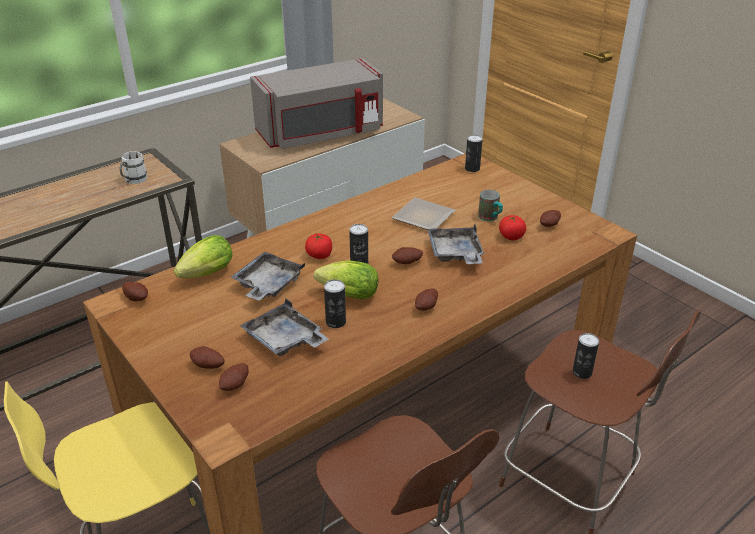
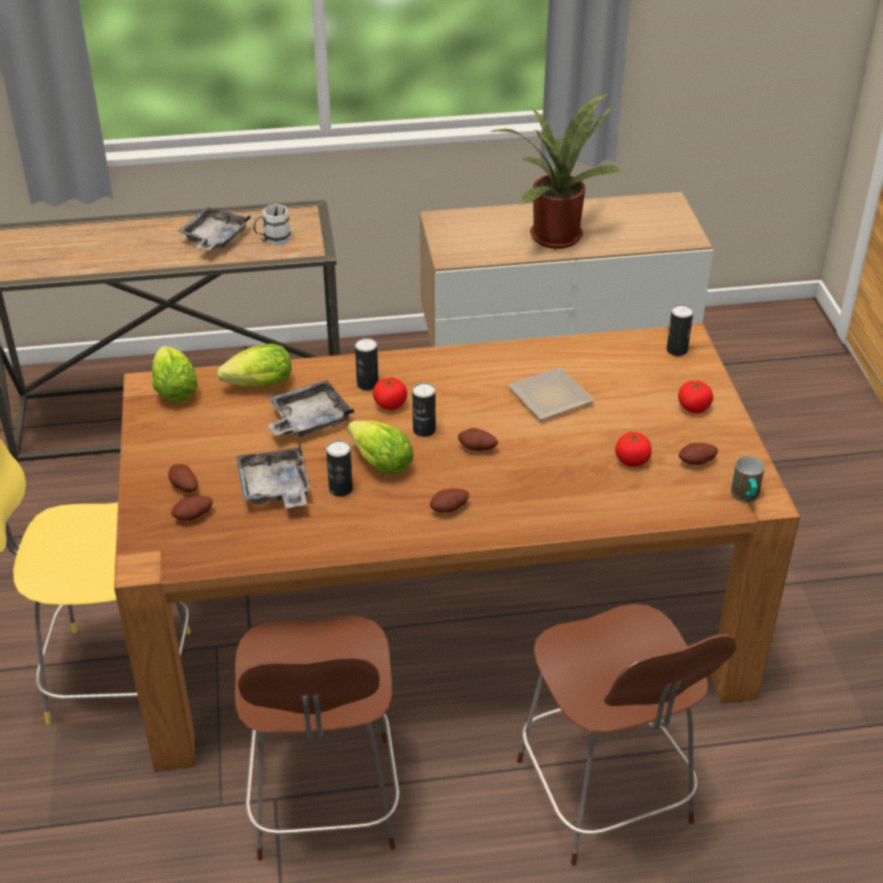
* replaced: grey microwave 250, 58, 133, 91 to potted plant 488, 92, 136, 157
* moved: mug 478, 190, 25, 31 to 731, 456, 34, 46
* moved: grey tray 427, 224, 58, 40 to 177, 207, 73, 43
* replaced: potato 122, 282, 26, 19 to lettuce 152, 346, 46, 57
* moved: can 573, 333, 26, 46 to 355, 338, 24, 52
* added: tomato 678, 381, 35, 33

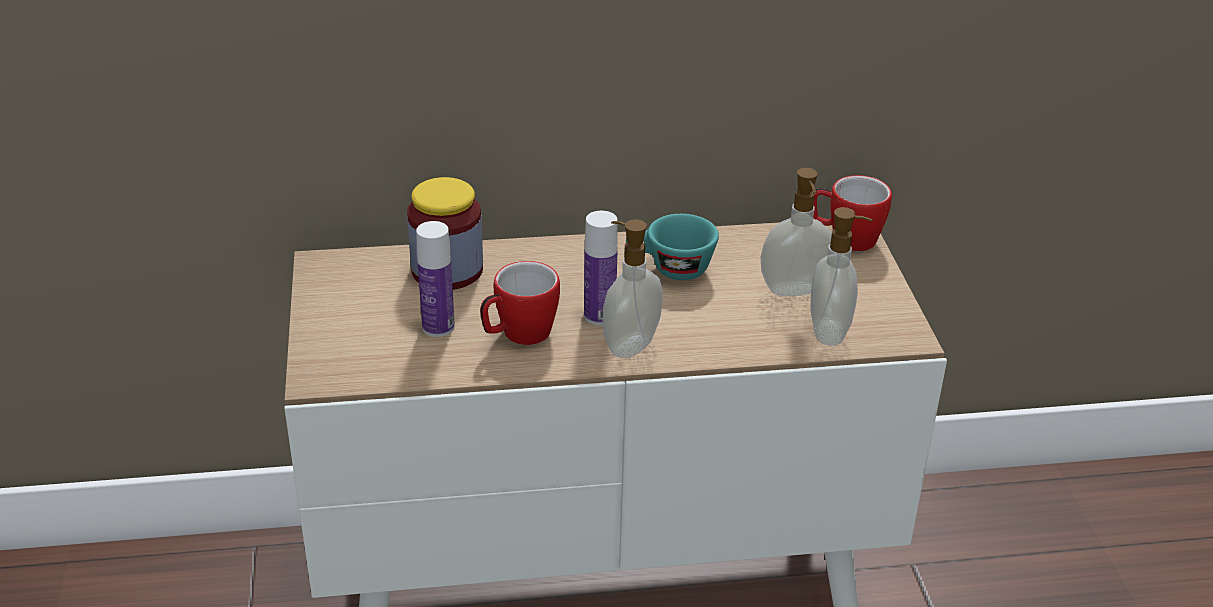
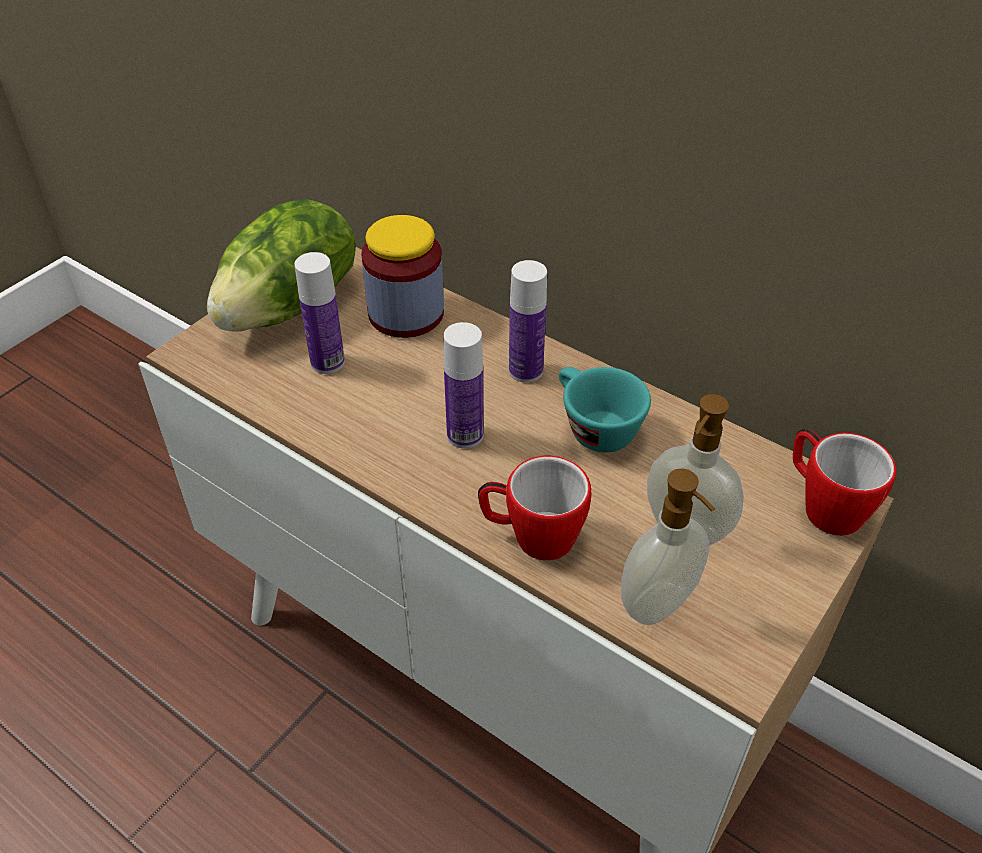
* removed: soap dispenser 602, 219, 61, 139
* moved: mug 480, 261, 80, 84 to 478, 456, 113, 105
* added: lettuce 207, 199, 149, 132
* added: bottle 509, 260, 38, 123

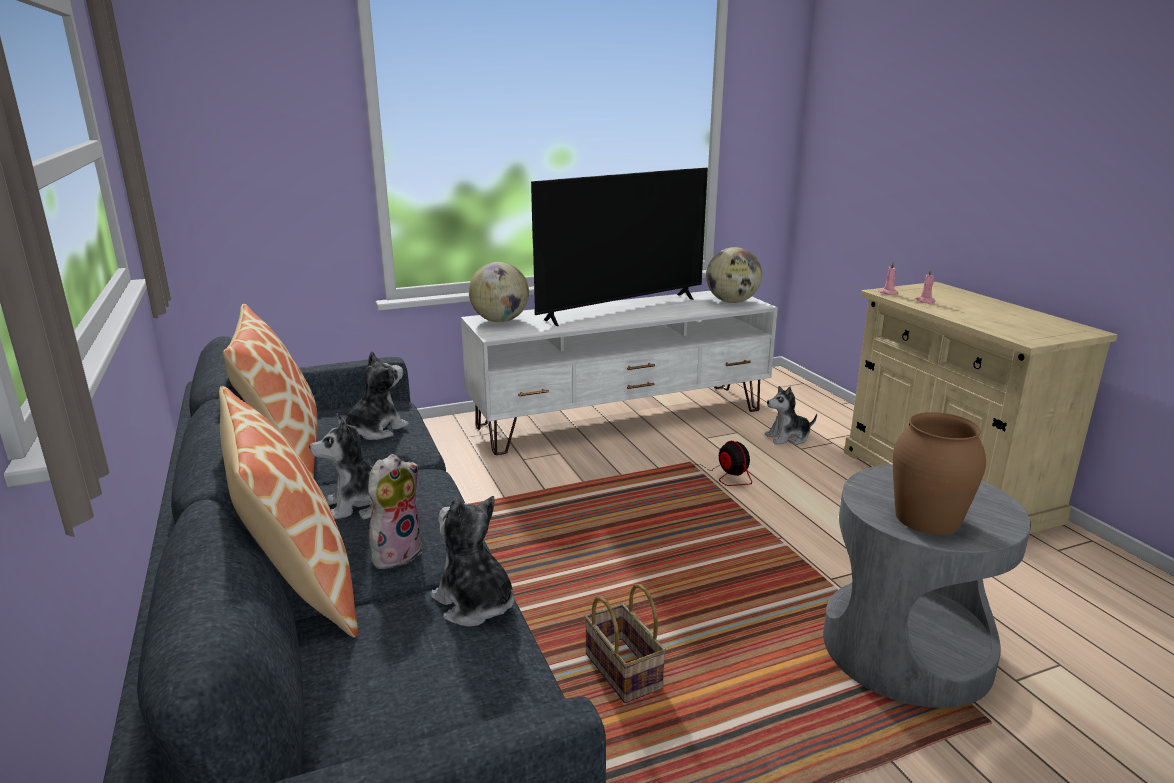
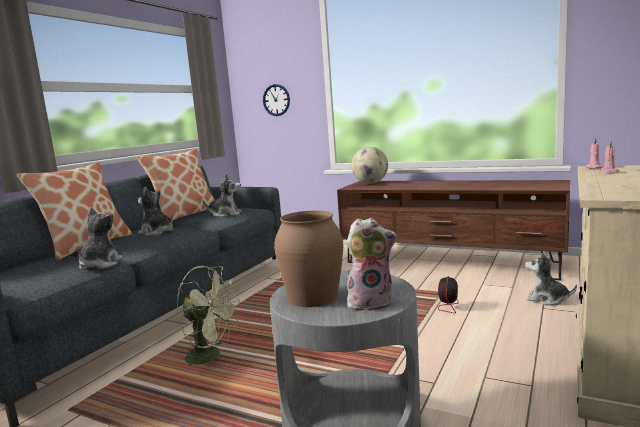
* removed: television 531, 168, 177, 158
* removed: globe 706, 247, 56, 56
* recoloured: white tv stand 461, 291, 317, 164 to brown tv stand 337, 180, 233, 100
* moved: plush toy 368, 454, 54, 115 to 346, 218, 51, 93
* replaced: basket 584, 584, 82, 119 to green fan 177, 266, 63, 100
* added: wall clock 263, 84, 27, 32

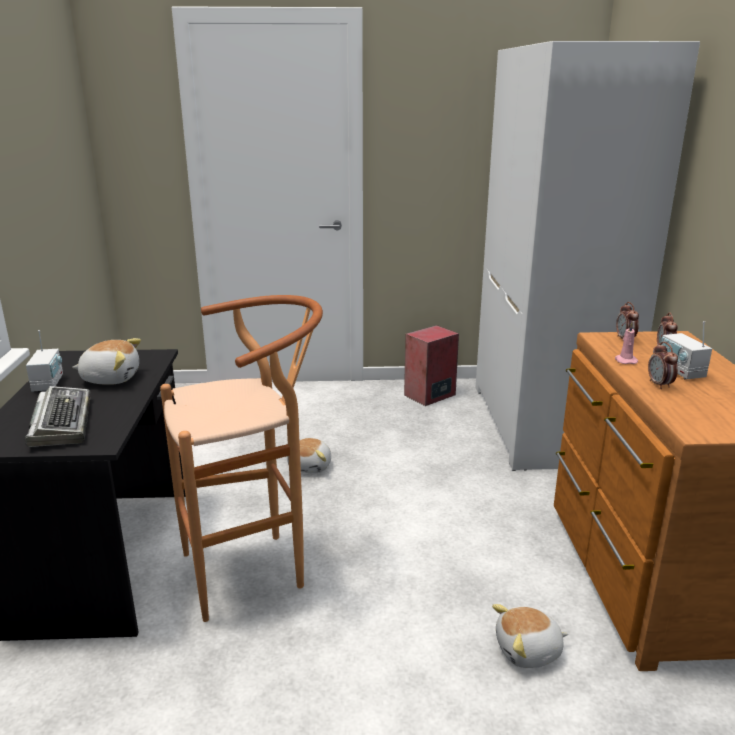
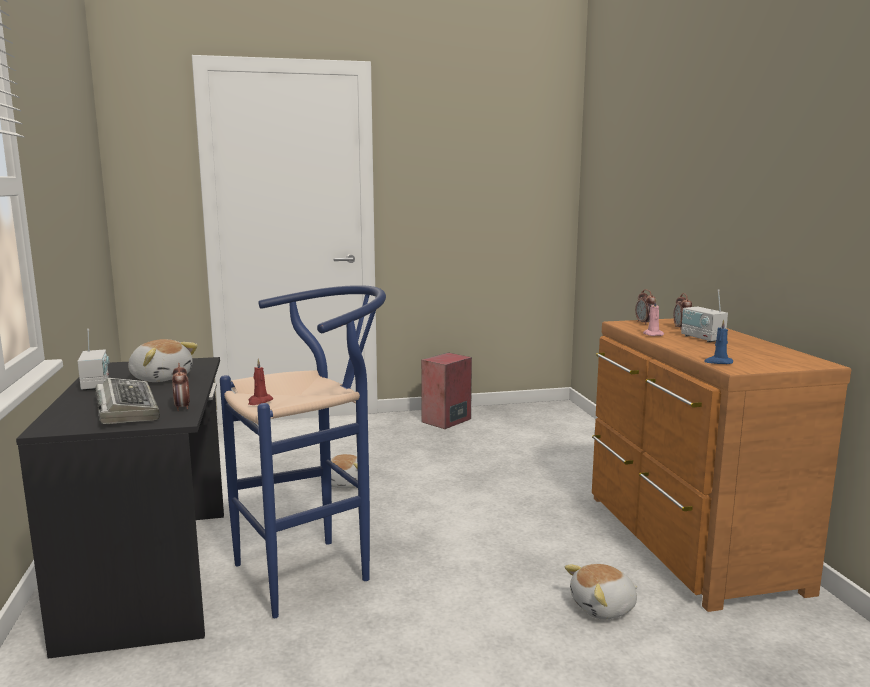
* removed: white wardrobe 476, 41, 224, 430
* recoloured: brown stool 160, 295, 163, 327 to blue stool 220, 285, 166, 333
* turned: plush toy 72, 338, 69, 47 = 128, 339, 70, 43 45 degrees clockwise
* moved: alarm clock 648, 342, 30, 47 to 172, 363, 18, 48
* added: blue candle 704, 319, 29, 45
* added: red candle 249, 359, 24, 46

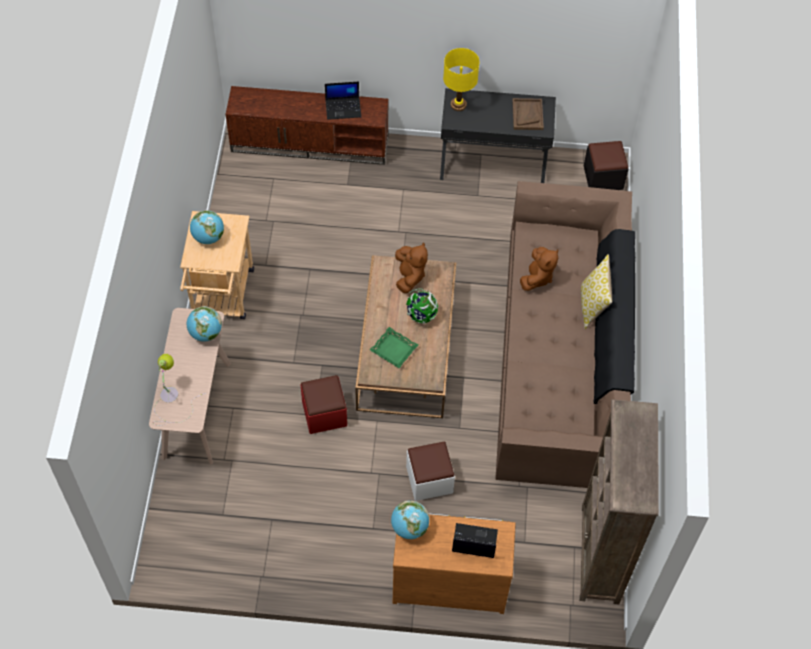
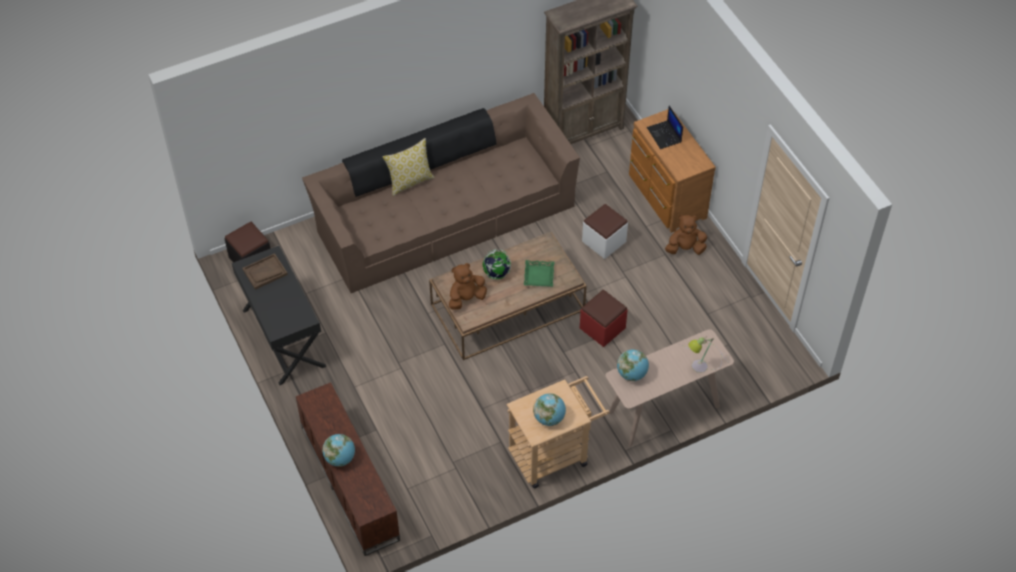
* removed: yellow table lamp 443, 48, 36, 63
* removed: laptop 325, 81, 36, 39
* moved: brown plush toy 520, 247, 38, 44 to 665, 215, 42, 40
* moved: globe 391, 501, 38, 38 to 322, 434, 33, 33

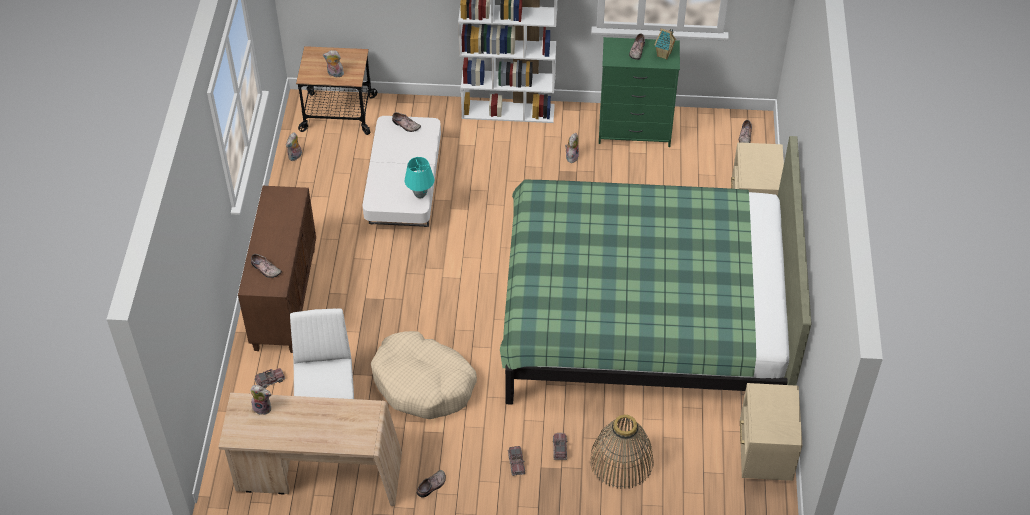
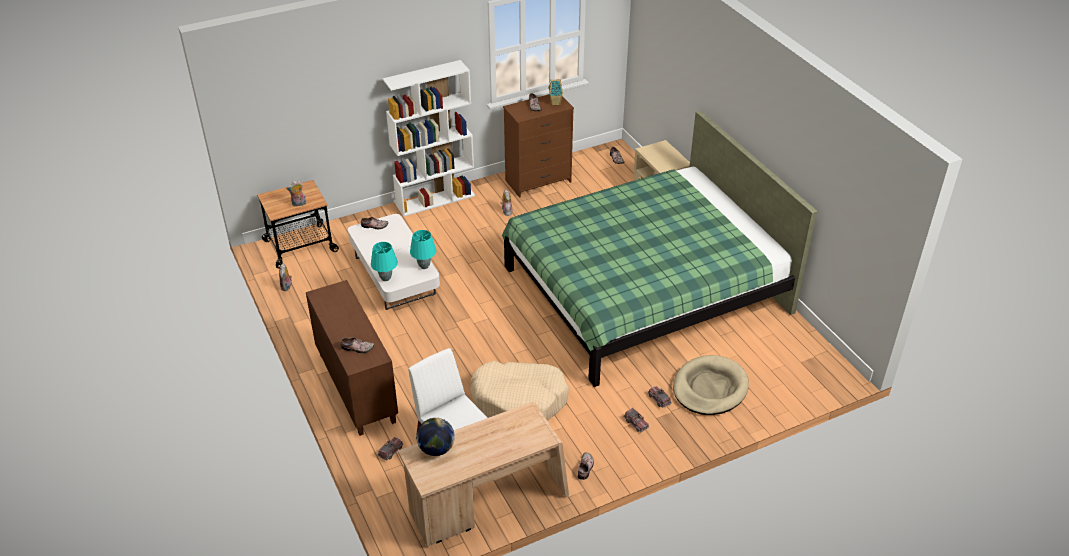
* recoloured: green dresser 599, 37, 81, 110 to brown dresser 503, 94, 71, 104
* removed: beige nightstand 740, 383, 62, 98
* replaced: plush toy 250, 385, 21, 30 to globe 416, 418, 39, 38
* replaced: basket 590, 415, 64, 74 to beige dog bed 673, 355, 76, 60
* added: turquoise table lamp 371, 242, 27, 39

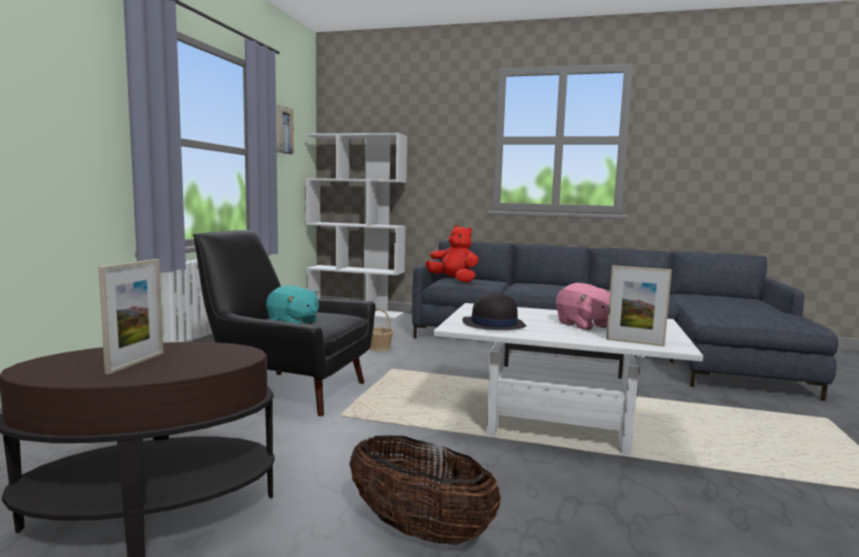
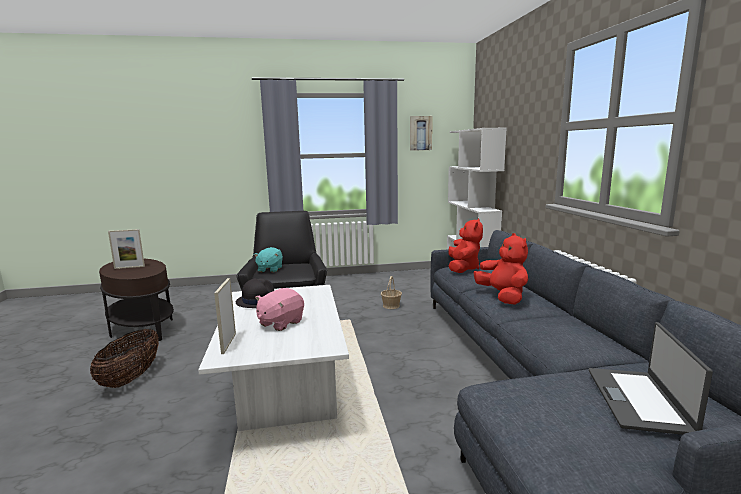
* added: red plush toy 473, 233, 55, 72
* added: laptop 589, 322, 124, 113

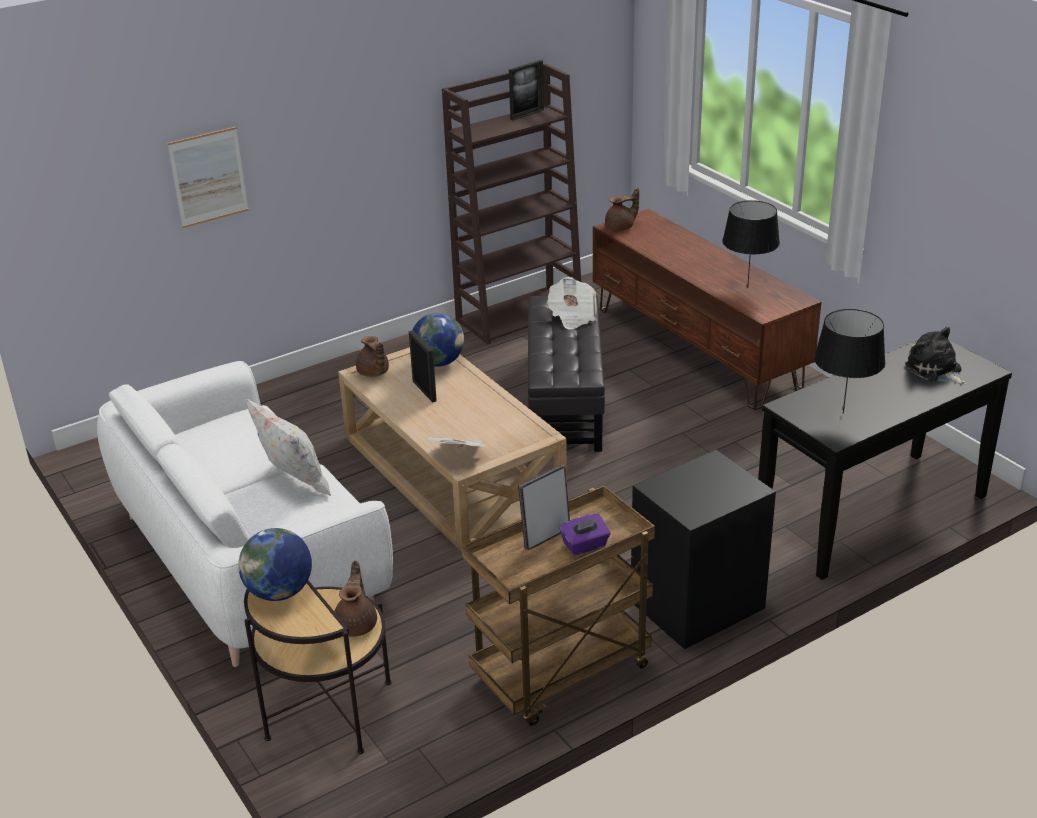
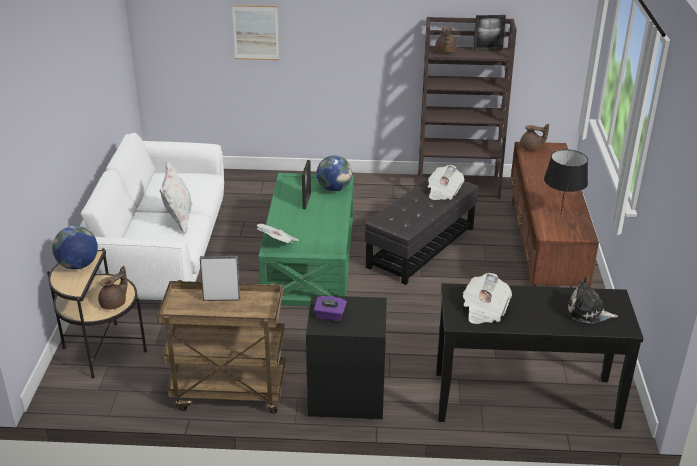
* replaced: black table lamp 814, 309, 72, 105 to newspaper 462, 273, 50, 51
* turned: plush toy 905, 327, 61, 58 = 567, 277, 51, 47 75 degrees counterclockwise
* moved: brown teapot 356, 336, 33, 41 to 435, 27, 21, 26
* recoloured: beige coffee table 338, 347, 229, 205 to green coffee table 258, 173, 96, 133
* moved: purple tissue box 559, 514, 51, 41 to 314, 296, 32, 25

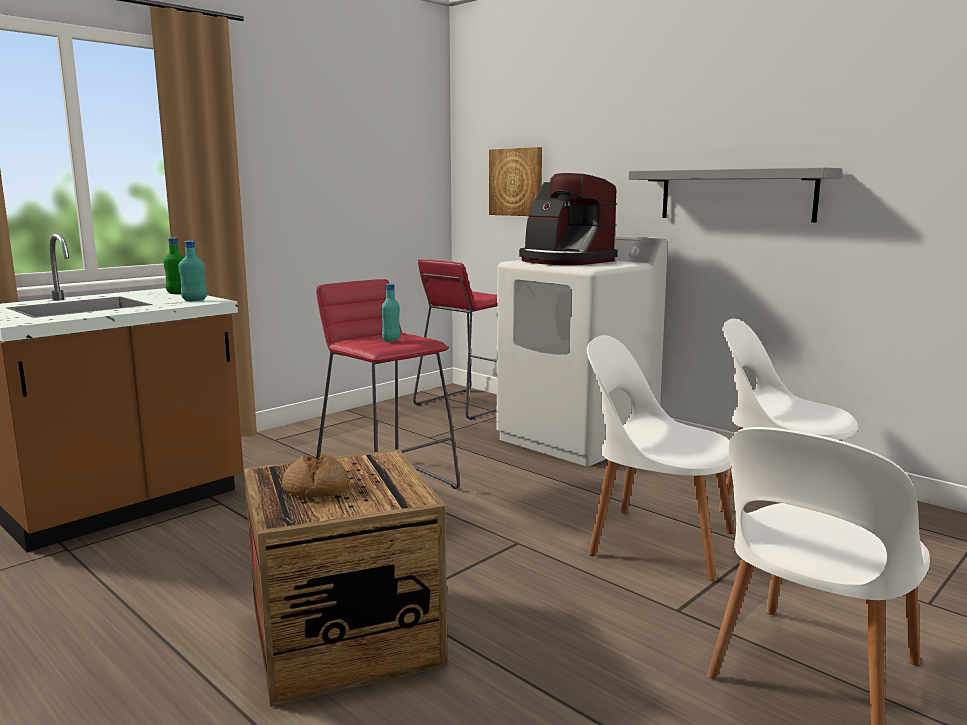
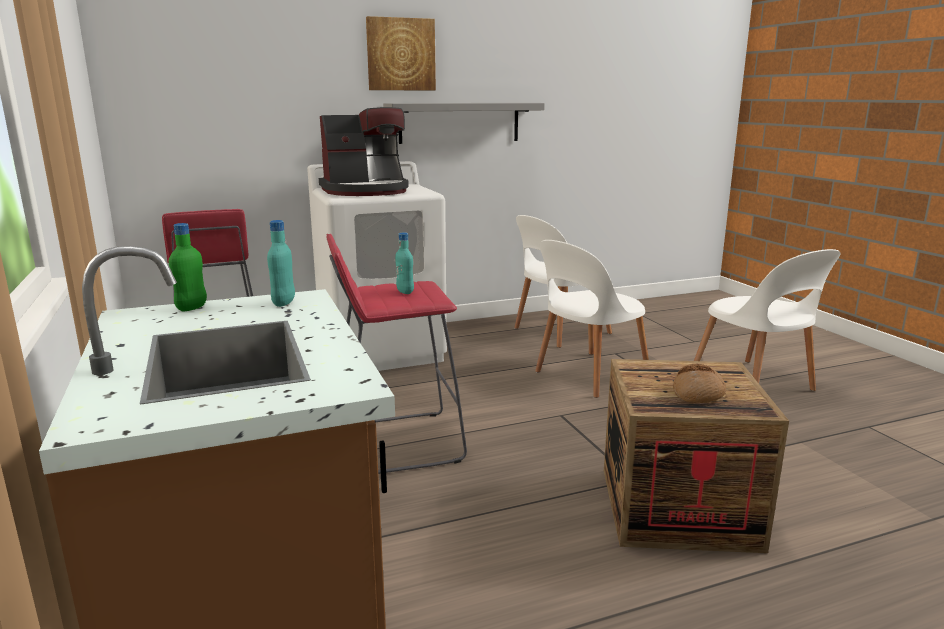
* moved: picture 489, 147, 53, 69 to 366, 16, 70, 74

